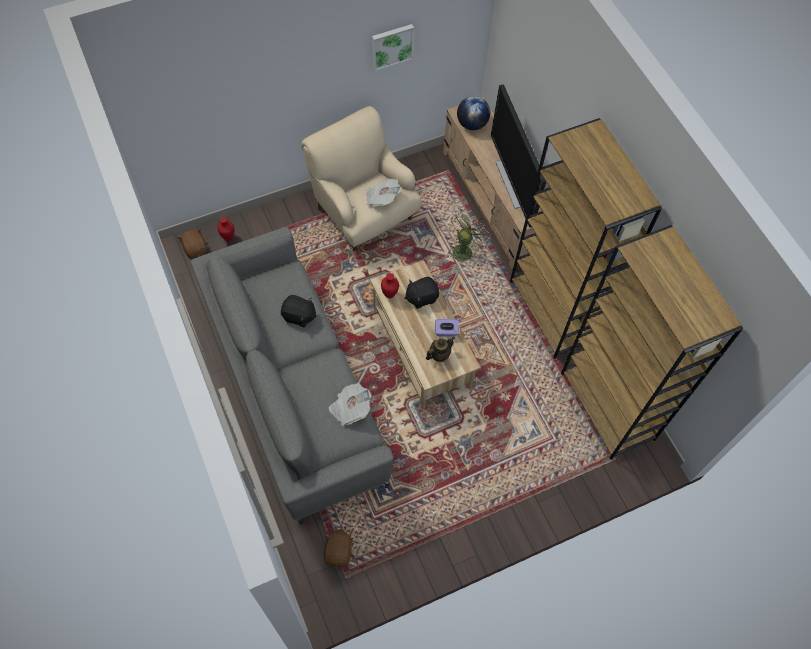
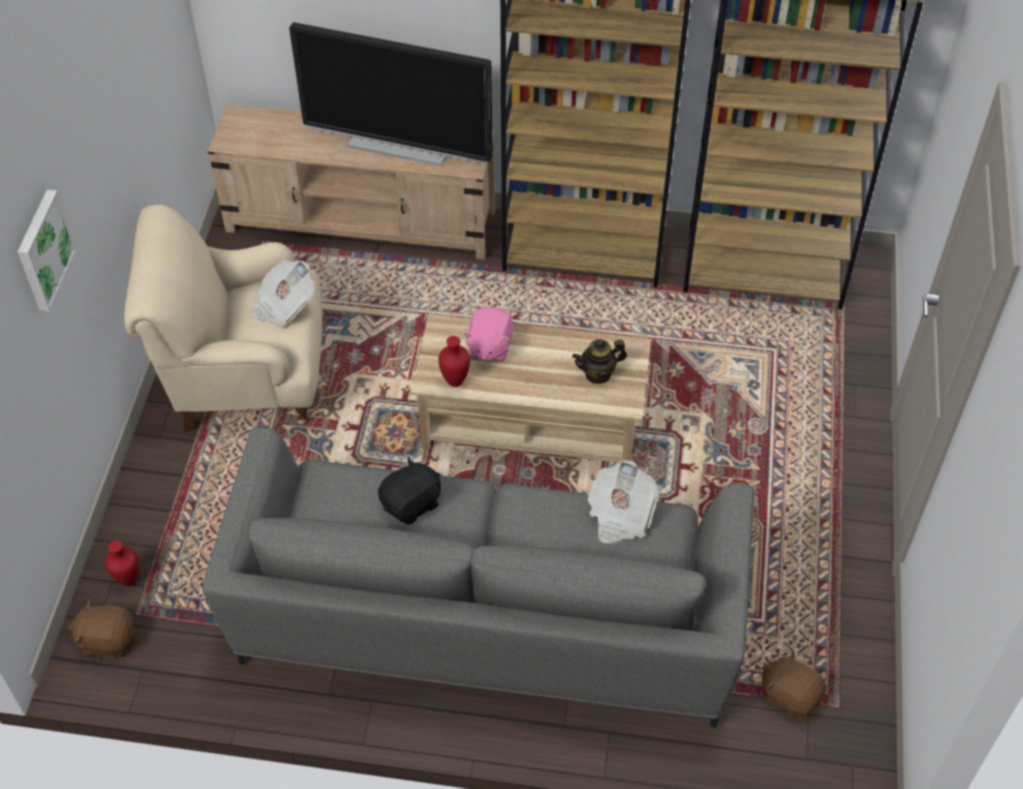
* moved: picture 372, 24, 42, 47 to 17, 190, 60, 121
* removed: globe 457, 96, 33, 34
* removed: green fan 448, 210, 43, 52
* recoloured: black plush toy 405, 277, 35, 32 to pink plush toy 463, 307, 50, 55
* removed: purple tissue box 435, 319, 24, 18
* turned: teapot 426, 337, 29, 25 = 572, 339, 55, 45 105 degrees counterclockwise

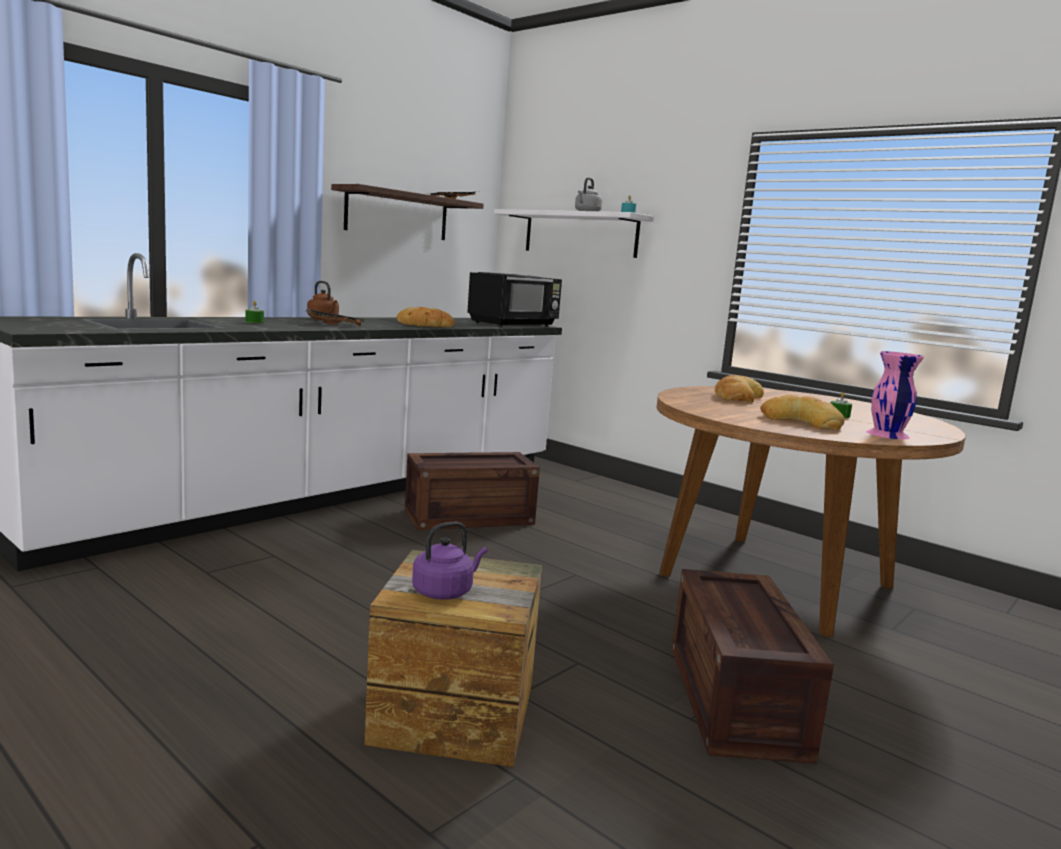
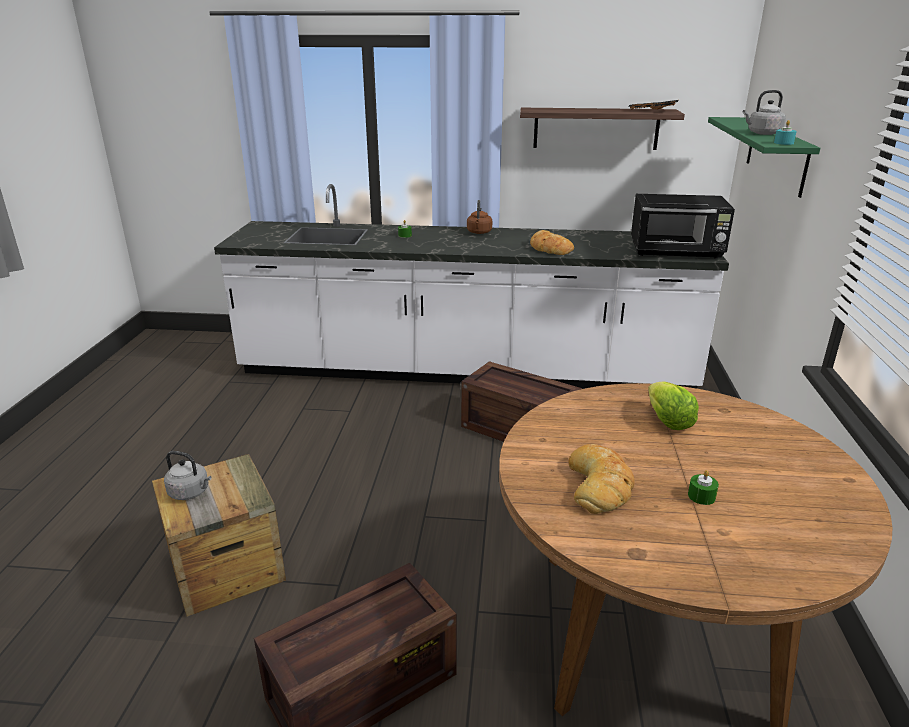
* recoloured: white shelf 494, 209, 160, 49 to green shelf 708, 117, 112, 81
* removed: black tray 305, 309, 59, 18
* removed: pink vase 866, 351, 58, 88
* replaced: bread 715, 375, 49, 27 to lettuce 648, 382, 51, 48
* recoloured: purple kettle 412, 522, 75, 78 to grey kettle 164, 451, 48, 49

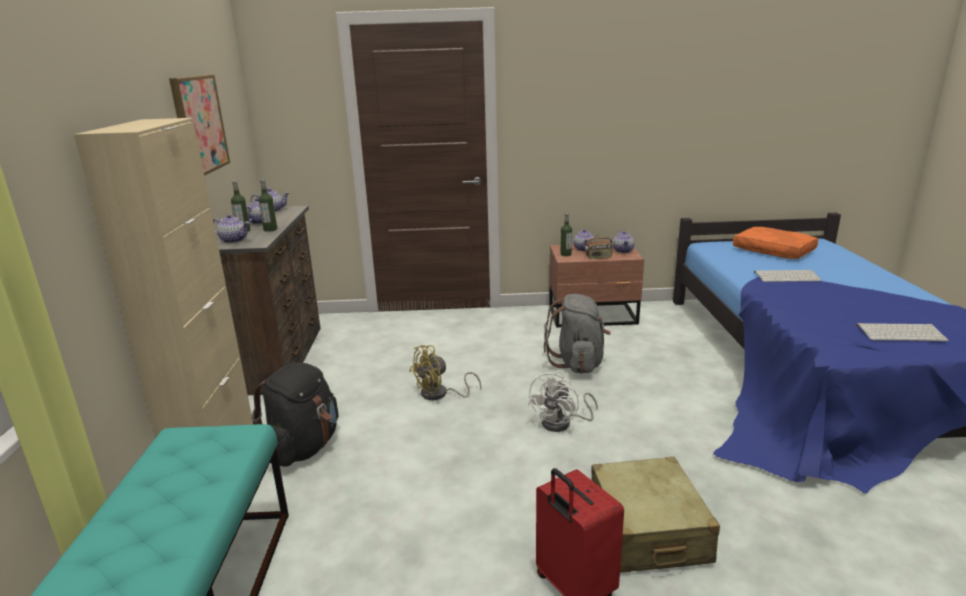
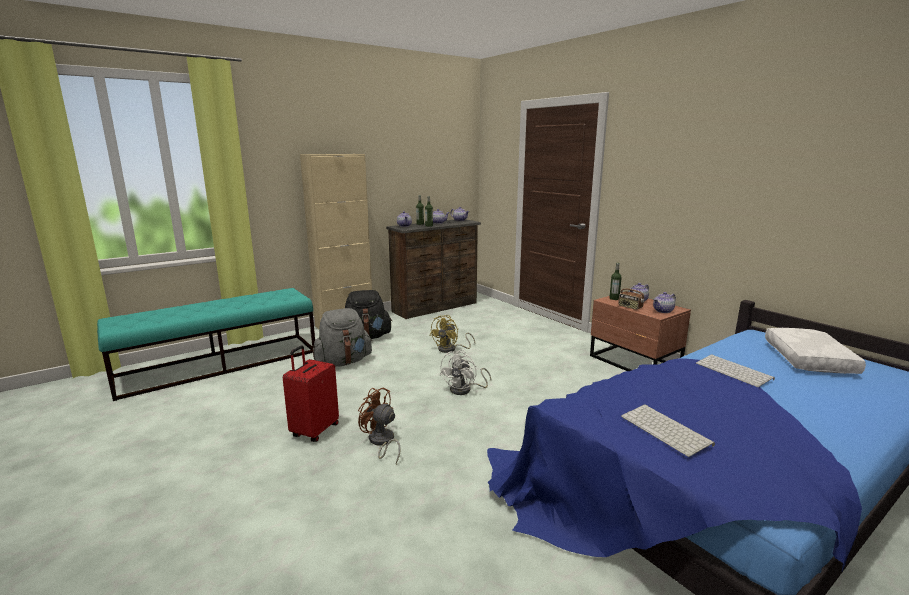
* removed: picture 169, 74, 61, 102
* recoloured: orange pillow 733, 227, 85, 32 to white pillow 765, 328, 101, 46
* moved: grey backpack 544, 294, 67, 80 to 313, 308, 59, 59
* turned: yellow fan 409, 345, 72, 55 = 429, 315, 46, 38 75 degrees counterclockwise
* turned: white fan 528, 372, 70, 60 = 439, 349, 52, 46 60 degrees counterclockwise
* replaced: beige suitcase 592, 457, 128, 116 to brown fan 358, 387, 43, 77

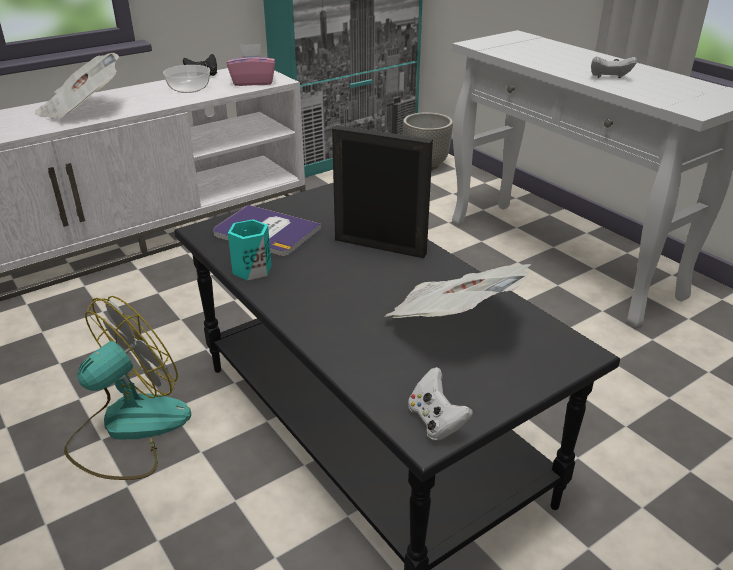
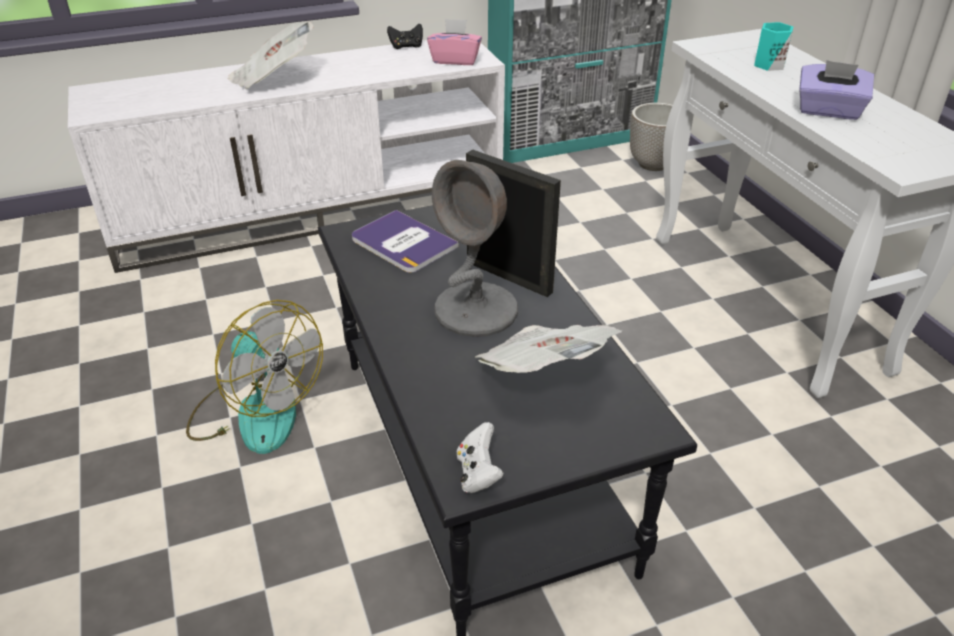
* replaced: white game controller 591, 56, 46, 22 to purple tissue box 799, 60, 75, 60
* removed: bowl 163, 65, 47, 28
* moved: turquoise mug 228, 219, 44, 62 to 754, 22, 39, 49
* turned: fan 64, 296, 127, 184 = 186, 300, 137, 154 75 degrees clockwise
* added: grey table lamp 432, 160, 86, 177

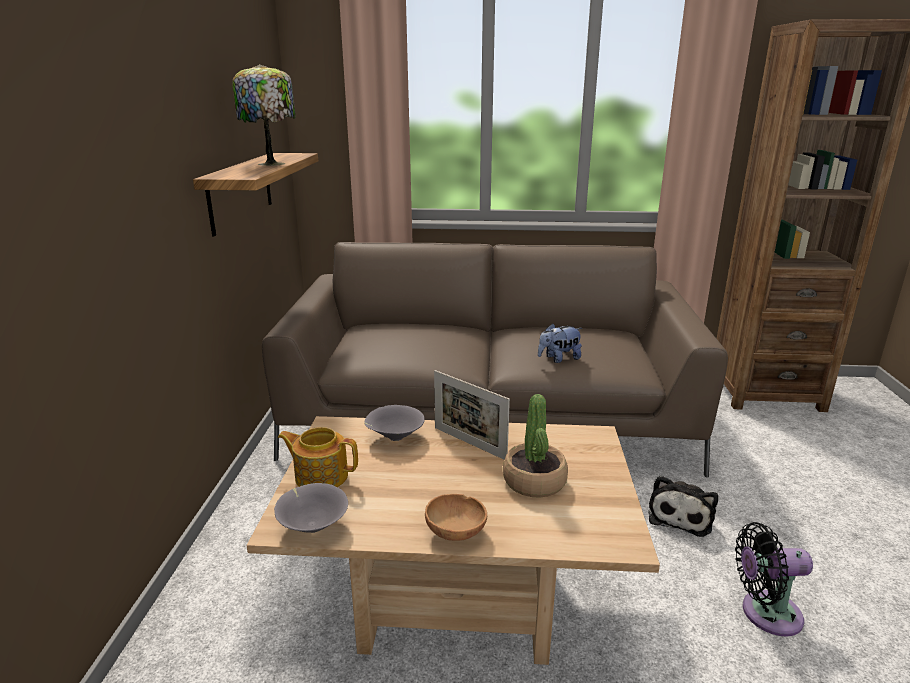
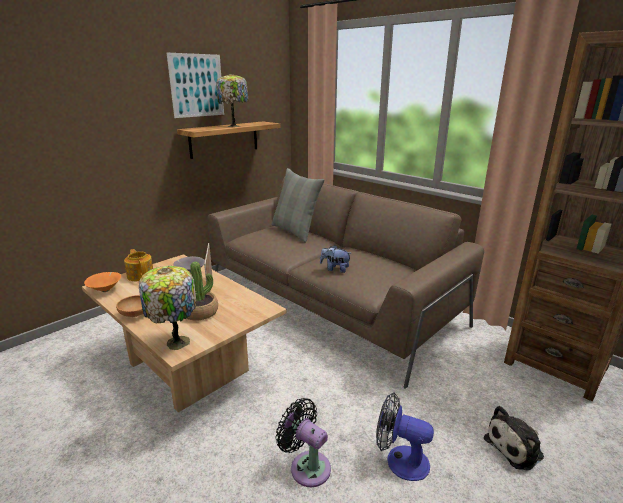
* moved: plush toy 648, 475, 70, 62 to 484, 406, 60, 65
* recoloured: grey bowl 274, 483, 74, 50 to orange bowl 84, 272, 37, 20
* added: picture 167, 53, 57, 65
* added: grey pillow 272, 168, 52, 75
* added: table lamp 139, 266, 58, 84
* added: fan 376, 393, 58, 88

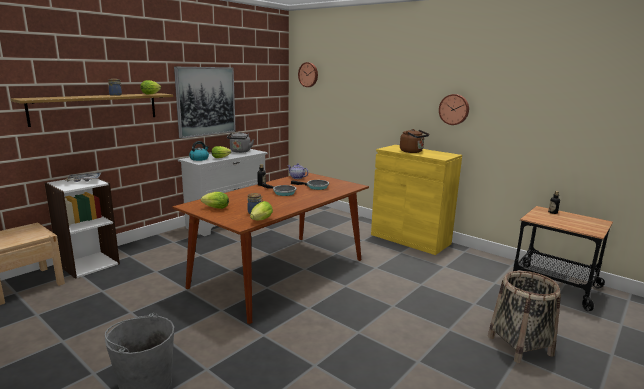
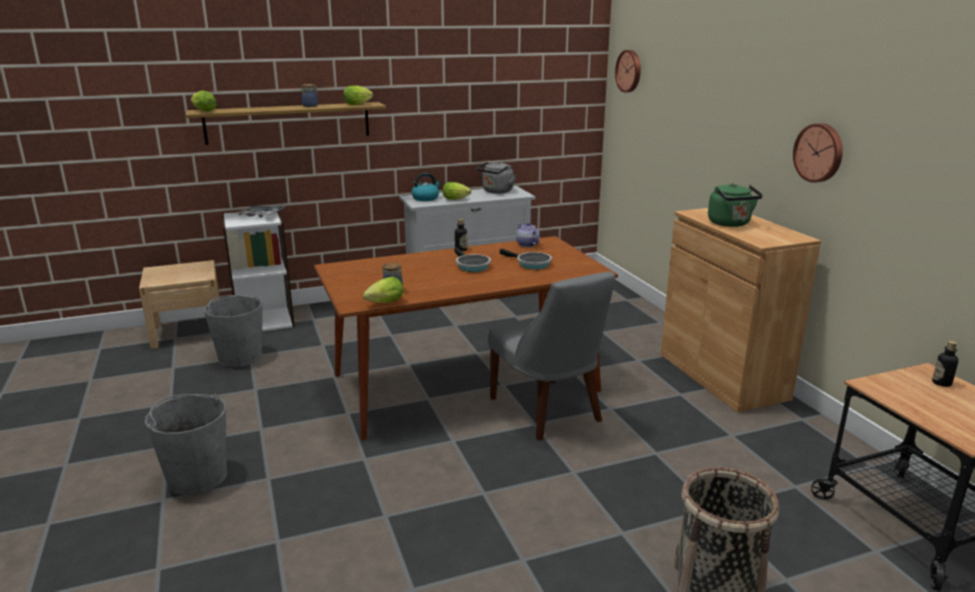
* removed: picture 174, 67, 62, 72
* recoloured: brown kettle 400, 129, 29, 24 to green kettle 708, 183, 55, 44
* recoloured: yellow cabinet 371, 145, 91, 110 to brown cabinet 661, 208, 160, 205
* moved: lettuce 201, 192, 28, 17 to 191, 91, 26, 21
* added: grey chair 488, 271, 127, 170
* added: grey bucket 204, 295, 58, 72

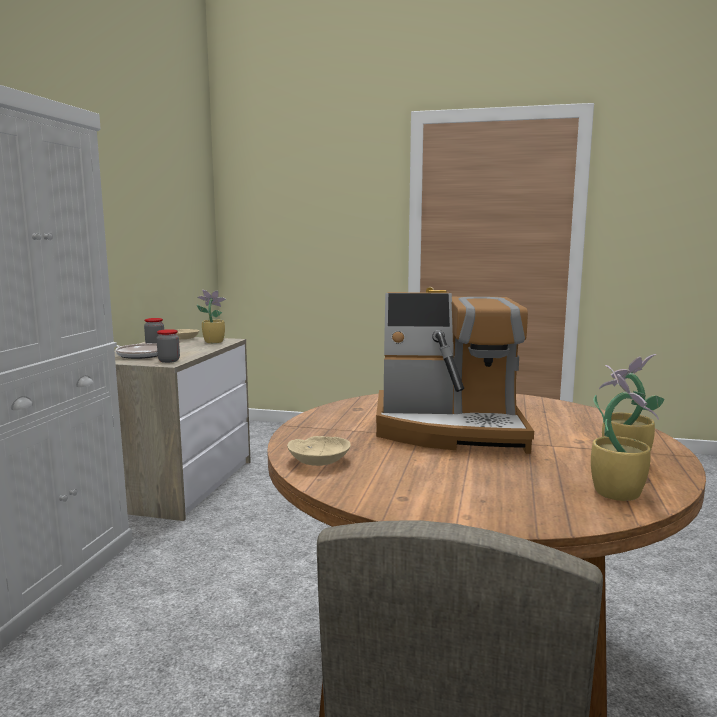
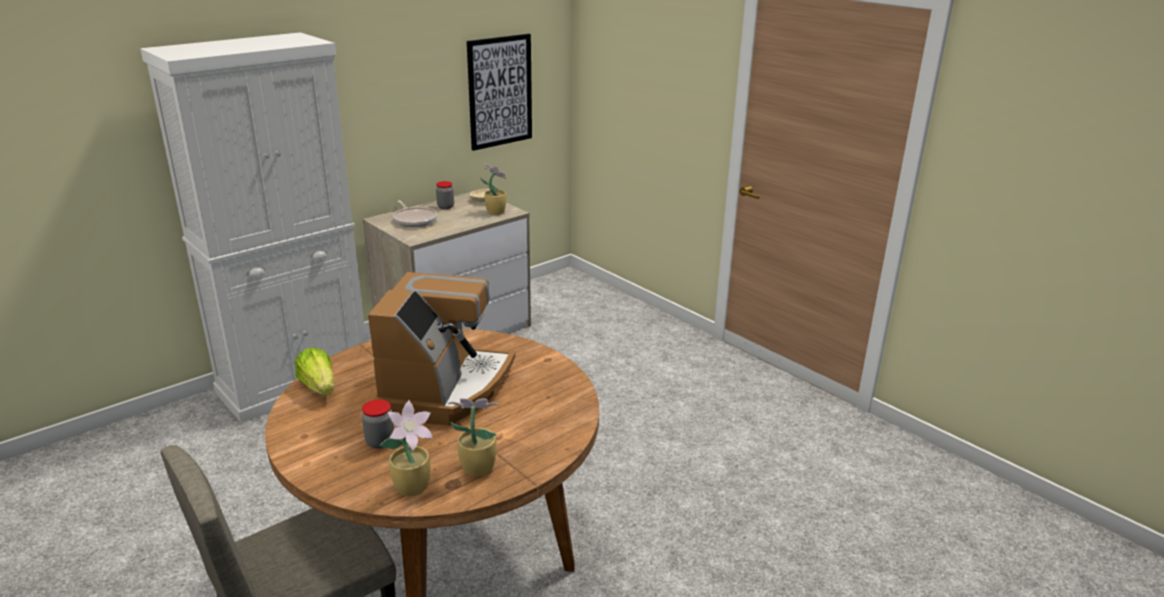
* turned: coffee machine 376, 292, 158, 162 = 368, 272, 147, 154 120 degrees counterclockwise
* moved: jar 156, 329, 24, 34 to 362, 399, 32, 50
* replaced: beige bowl 287, 436, 64, 30 to lettuce 295, 348, 39, 48
* added: picture 467, 34, 65, 117

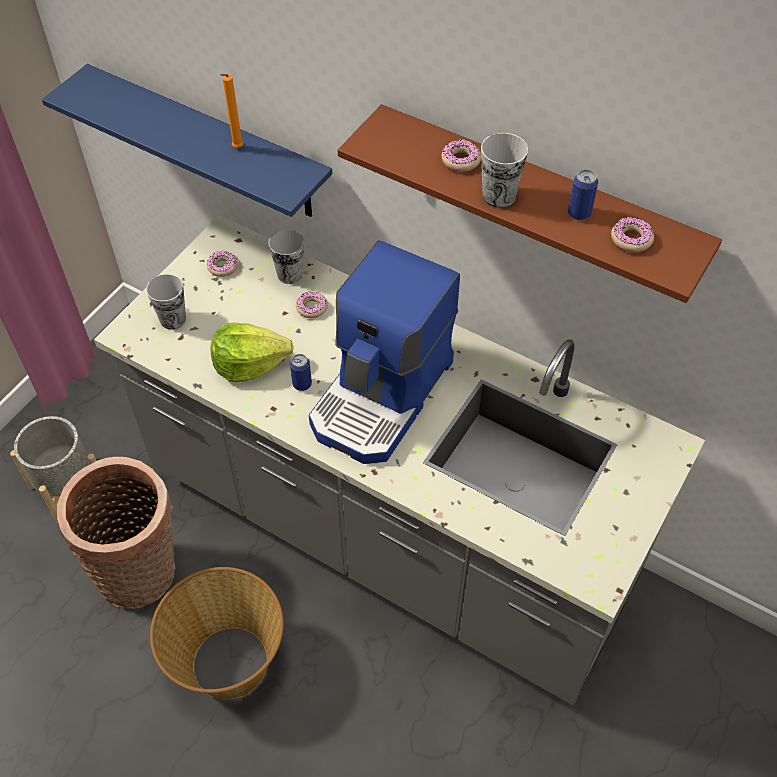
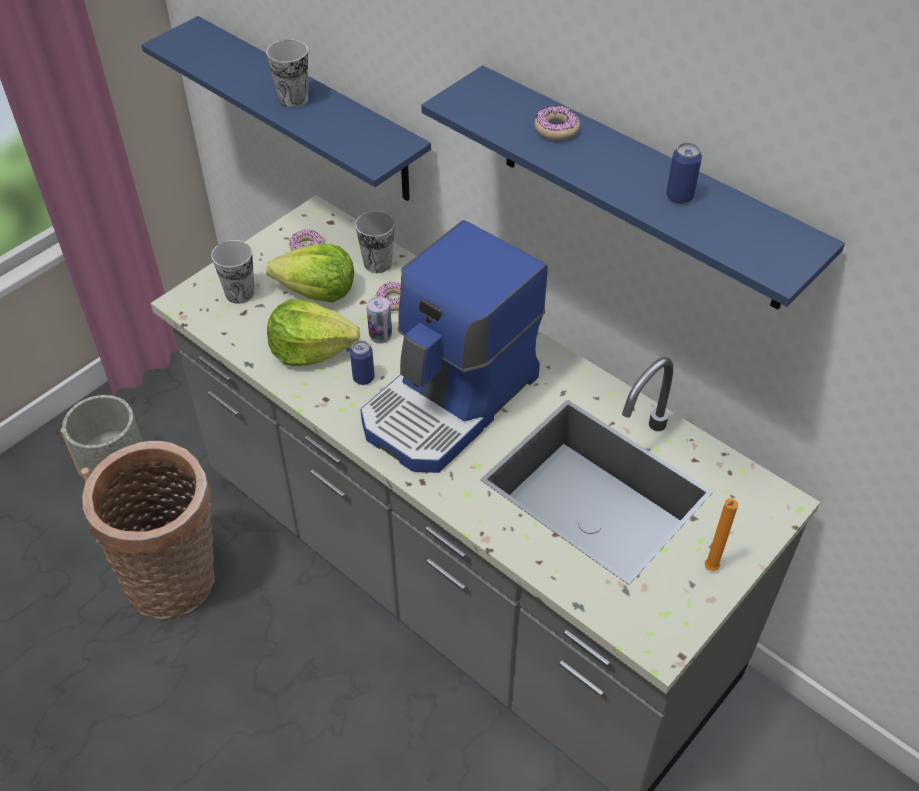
* moved: orange candle 221, 74, 22, 74 to 705, 499, 33, 72
* recoloured: brown shelf 338, 104, 384, 199 to blue shelf 421, 66, 424, 244
* moved: cup 481, 133, 47, 75 to 266, 39, 42, 69
* removed: donut 611, 217, 43, 35
* removed: basket 150, 567, 134, 133
* added: lettuce 266, 244, 88, 59
* added: can 367, 296, 25, 48

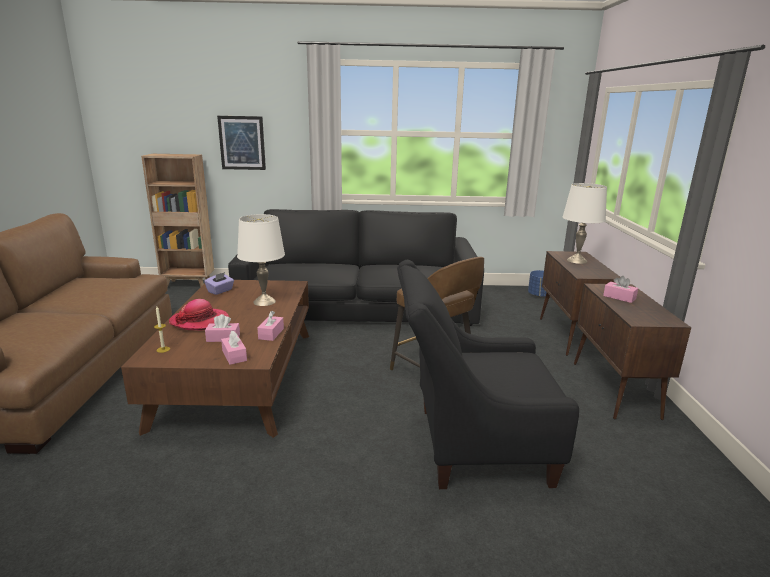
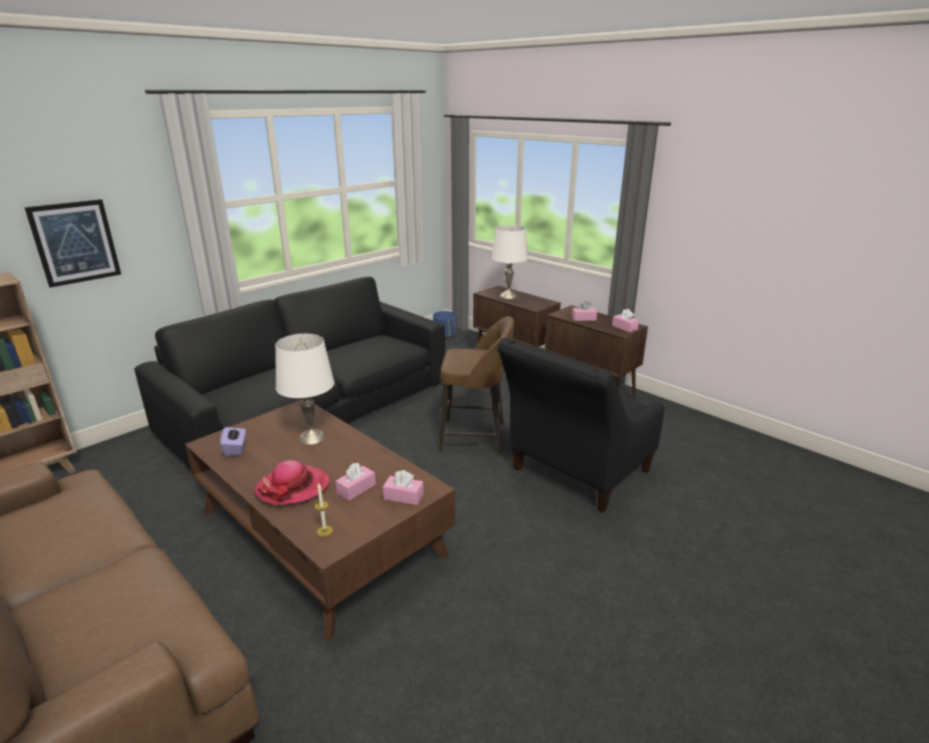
* moved: pink tissue box 257, 311, 27, 30 to 612, 309, 27, 23

